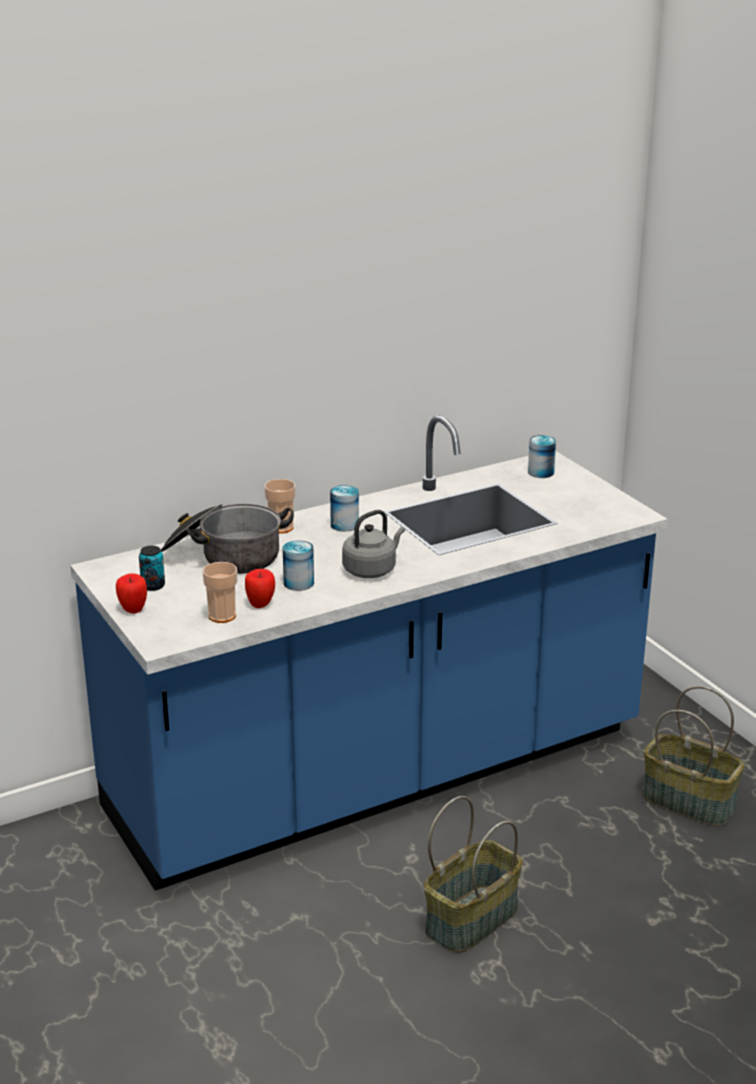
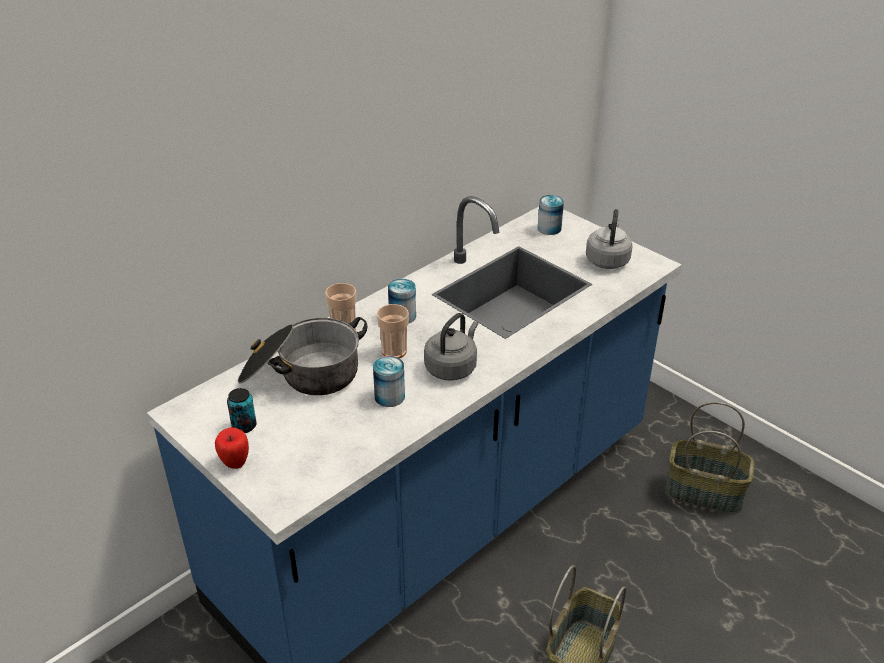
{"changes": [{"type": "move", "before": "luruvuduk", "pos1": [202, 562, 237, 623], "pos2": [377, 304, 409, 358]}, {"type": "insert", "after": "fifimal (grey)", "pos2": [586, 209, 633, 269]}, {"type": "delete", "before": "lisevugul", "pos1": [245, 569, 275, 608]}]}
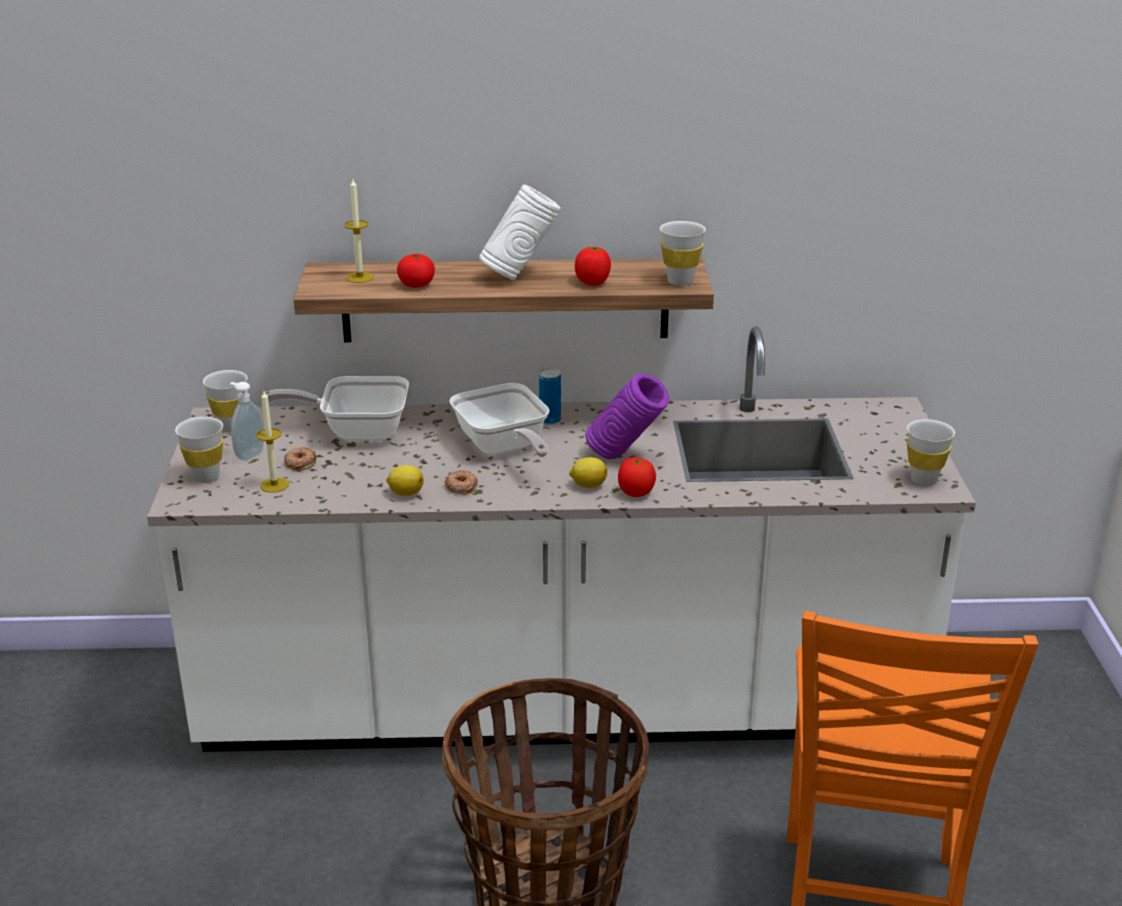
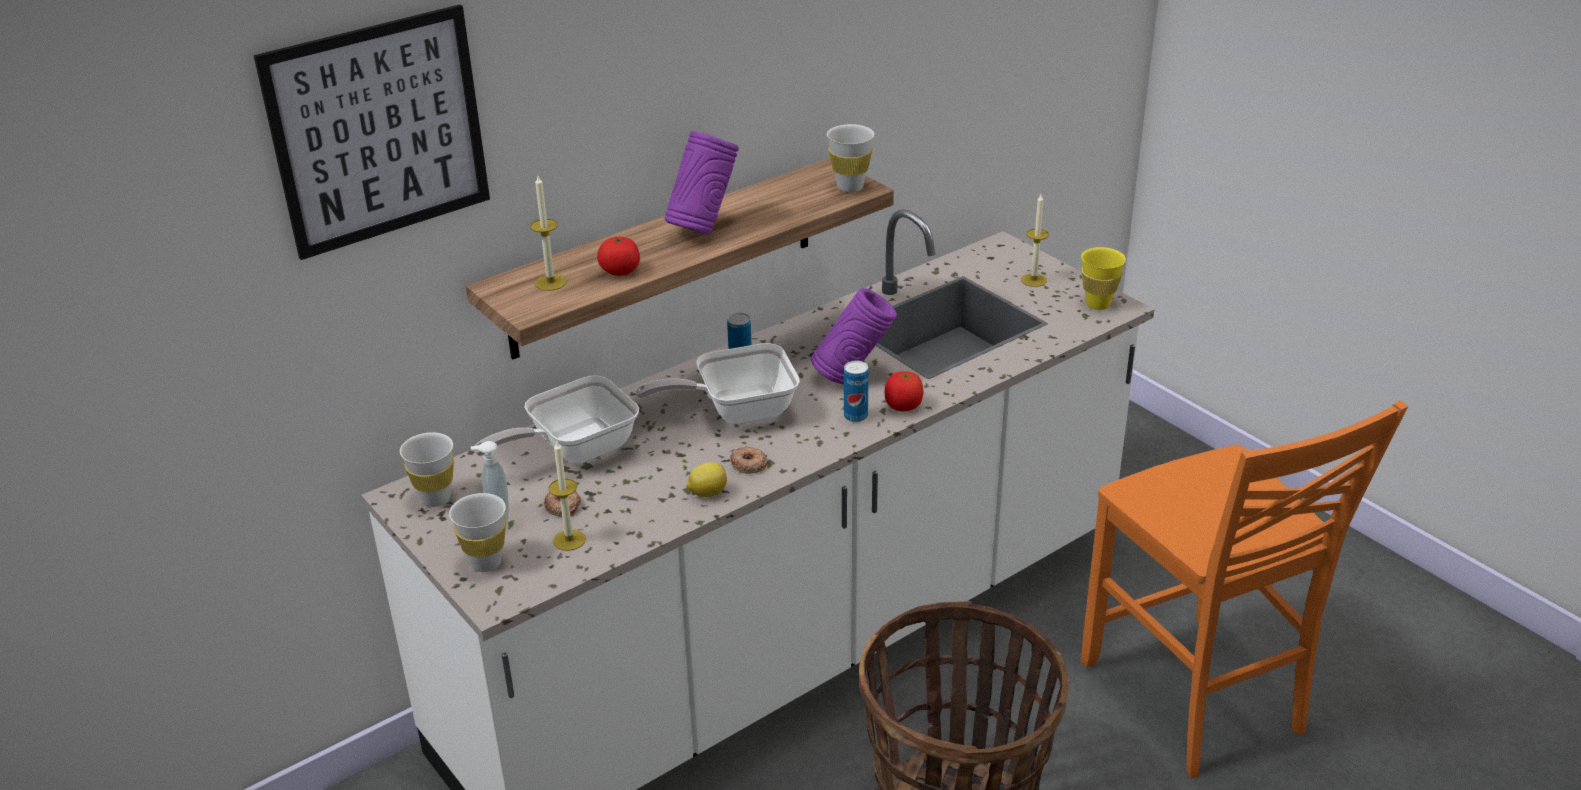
{"changes": [{"type": "insert", "after": "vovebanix", "pos2": [254, 4, 490, 260]}, {"type": "rotate", "before": "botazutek", "pos1": [449, 383, 550, 457], "pos2": [636, 343, 800, 424], "turn": 135}, {"type": "recolor", "before": "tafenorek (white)", "after": "tafenorek (purple)", "pos1": [479, 185, 561, 280], "pos2": [664, 131, 739, 235]}, {"type": "replace", "before": "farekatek", "after": "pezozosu", "pos1": [569, 457, 607, 488], "pos2": [844, 360, 869, 422]}, {"type": "insert", "after": "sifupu", "pos2": [1021, 194, 1049, 287]}, {"type": "recolor", "before": "luruvuduk (white)", "after": "luruvuduk (yellow)", "pos1": [907, 419, 955, 486], "pos2": [1081, 247, 1126, 310]}, {"type": "delete", "before": "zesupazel", "pos1": [575, 247, 611, 286]}]}
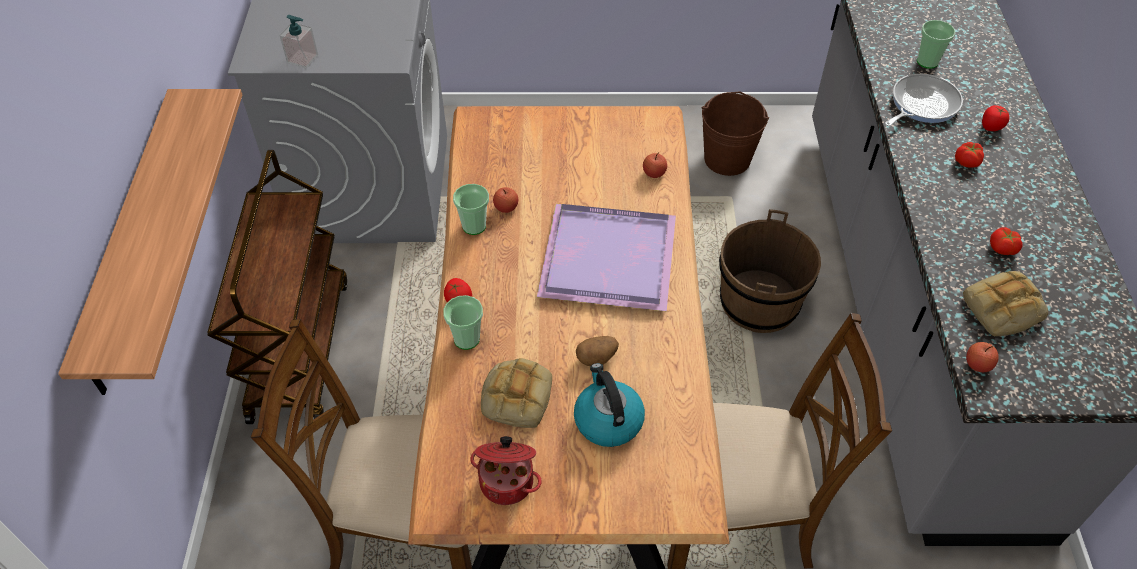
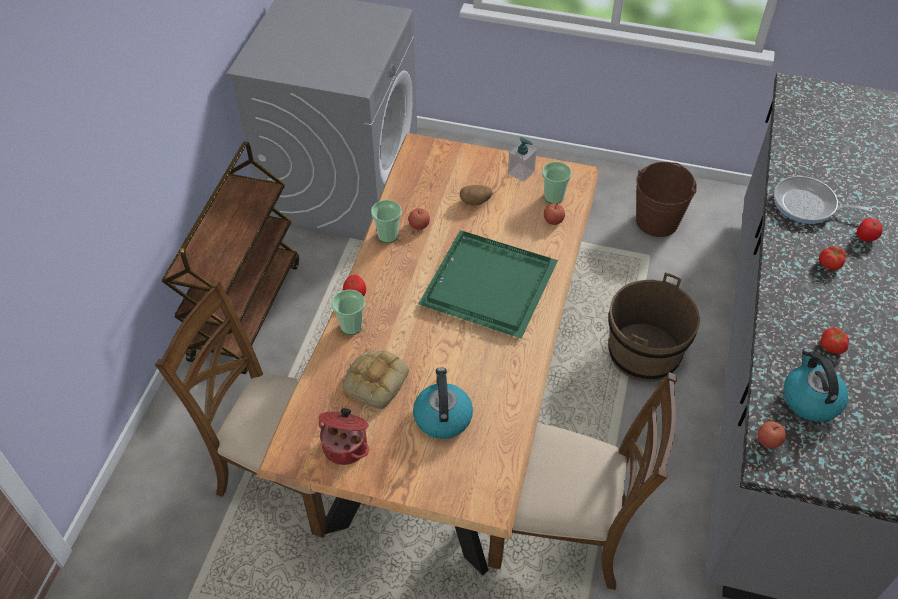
{"changes": [{"type": "recolor", "before": "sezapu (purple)", "after": "sezapu (green)", "pos1": [537, 204, 676, 311], "pos2": [419, 230, 558, 339]}, {"type": "move", "before": "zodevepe", "pos1": [576, 336, 619, 366], "pos2": [460, 185, 493, 206]}, {"type": "move", "before": "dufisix", "pos1": [279, 15, 318, 68], "pos2": [508, 137, 537, 182]}, {"type": "move", "before": "luruvuduk", "pos1": [917, 20, 956, 69], "pos2": [542, 162, 572, 204]}, {"type": "rotate", "before": "botazutek", "pos1": [885, 74, 963, 126], "pos2": [774, 176, 872, 224], "turn": -135}, {"type": "replace", "before": "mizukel", "after": "fifimal", "pos1": [963, 271, 1048, 336], "pos2": [784, 348, 848, 422]}, {"type": "delete", "before": "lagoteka", "pos1": [58, 89, 242, 395]}]}
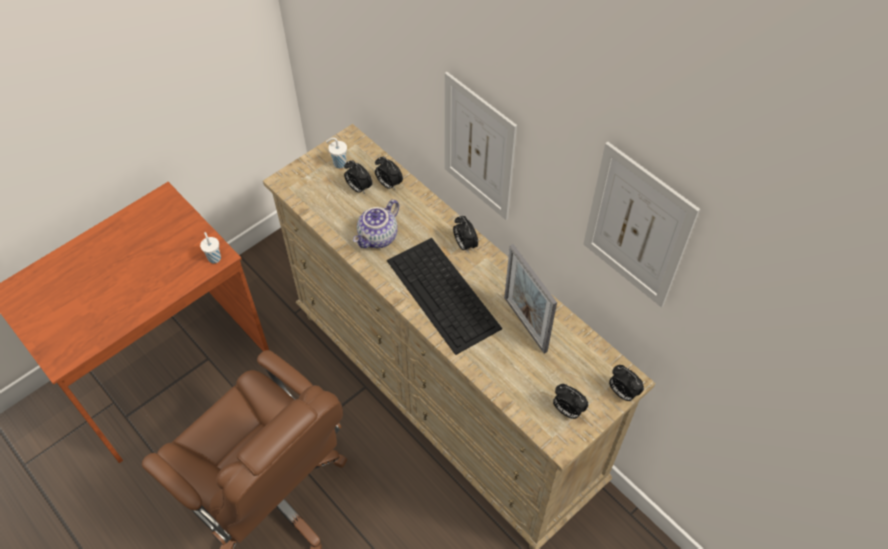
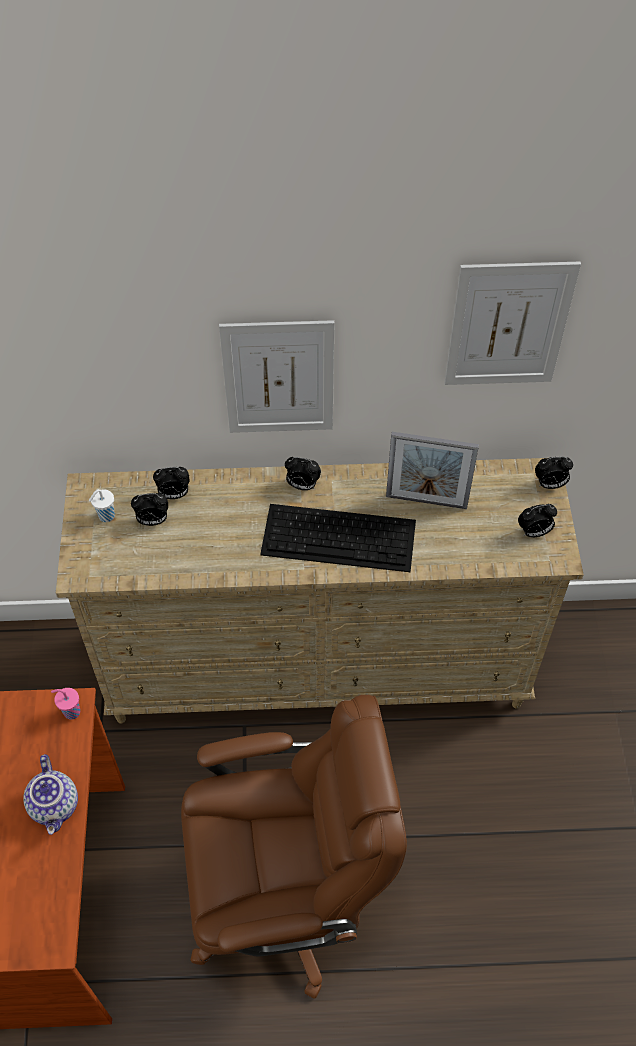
{"changes": [{"type": "move", "before": "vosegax", "pos1": [353, 200, 399, 248], "pos2": [23, 754, 78, 835]}, {"type": "recolor", "before": "luruvuduk (white)", "after": "luruvuduk (pink)", "pos1": [200, 232, 221, 264], "pos2": [51, 688, 80, 720]}]}
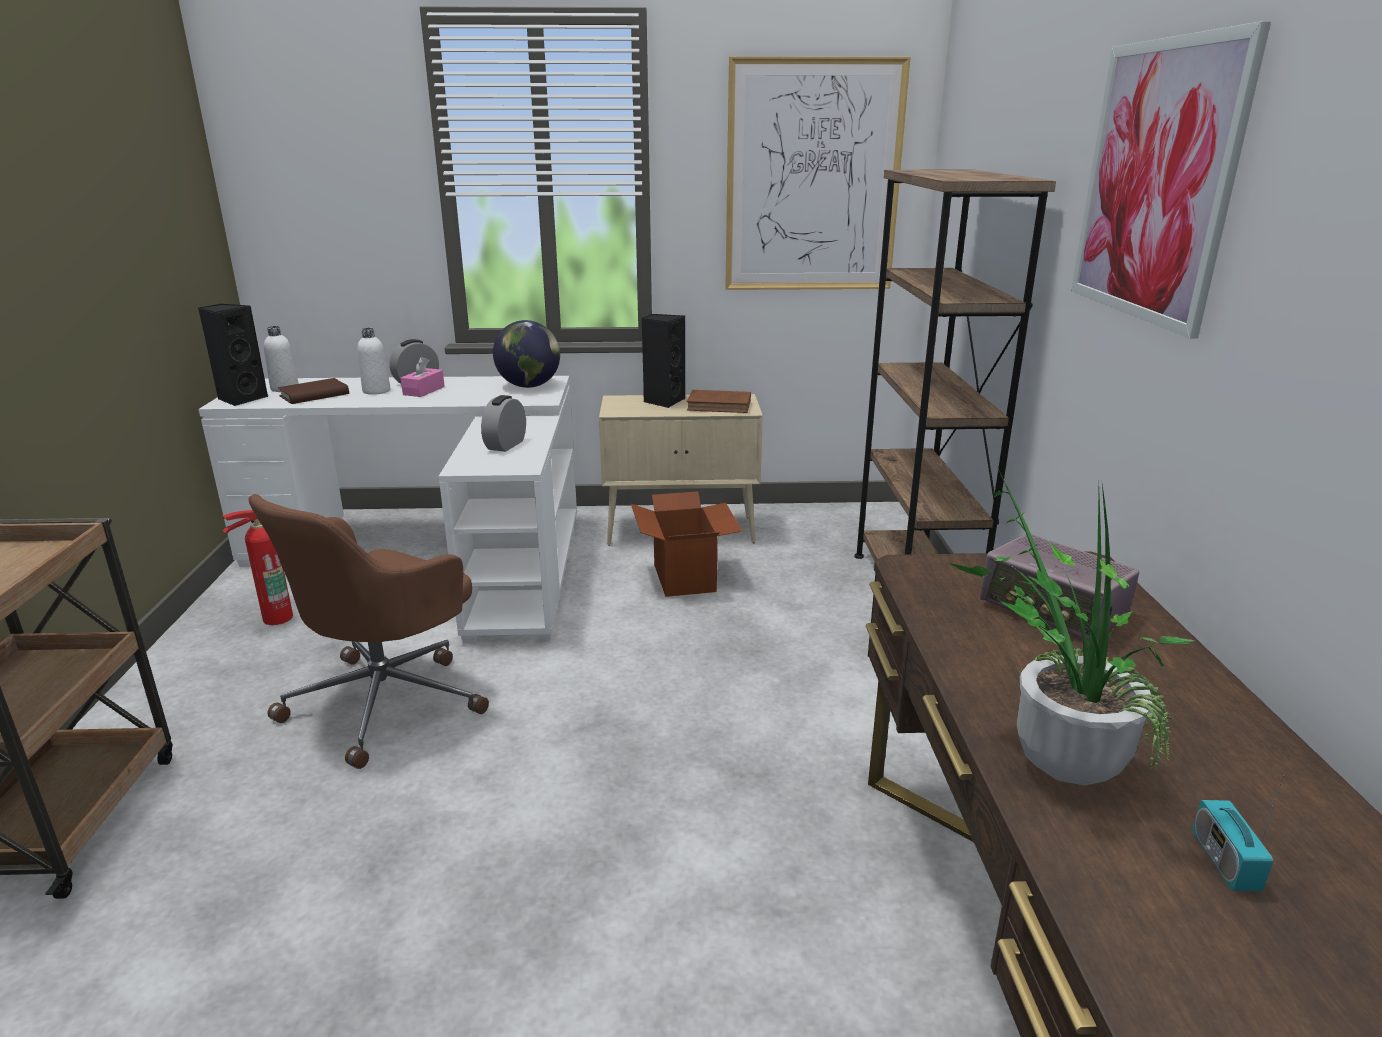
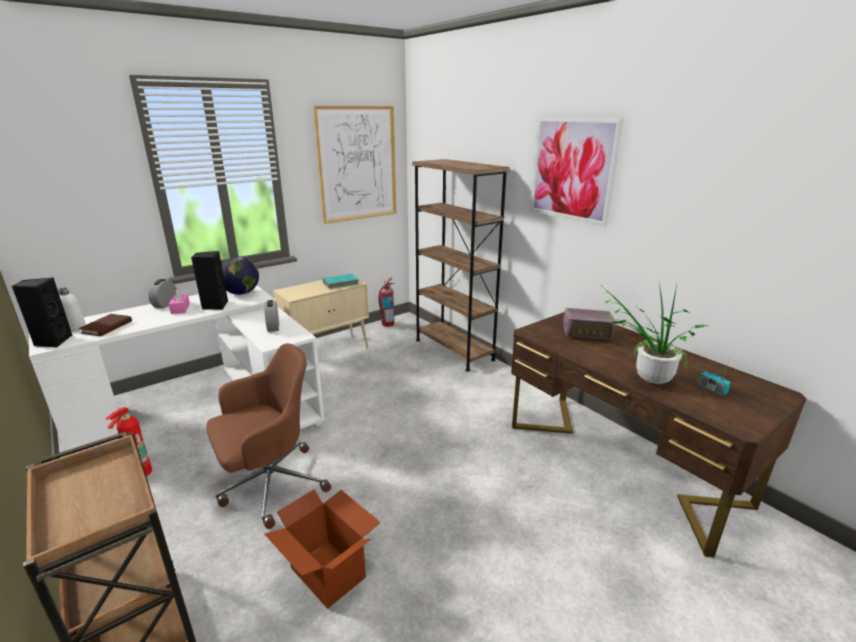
{"changes": [{"type": "move", "before": "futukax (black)", "pos1": [642, 314, 685, 408], "pos2": [191, 251, 228, 310]}, {"type": "rotate", "before": "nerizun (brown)", "pos1": [249, 494, 489, 769], "pos2": [206, 343, 331, 529], "turn": -120}, {"type": "move", "before": "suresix", "pos1": [631, 491, 742, 597], "pos2": [264, 489, 381, 609]}, {"type": "recolor", "before": "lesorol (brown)", "after": "lesorol (turquoise)", "pos1": [687, 390, 751, 413], "pos2": [323, 274, 359, 289]}, {"type": "insert", "after": "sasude", "pos2": [378, 278, 394, 327]}, {"type": "delete", "before": "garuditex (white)", "pos1": [357, 328, 390, 395]}]}
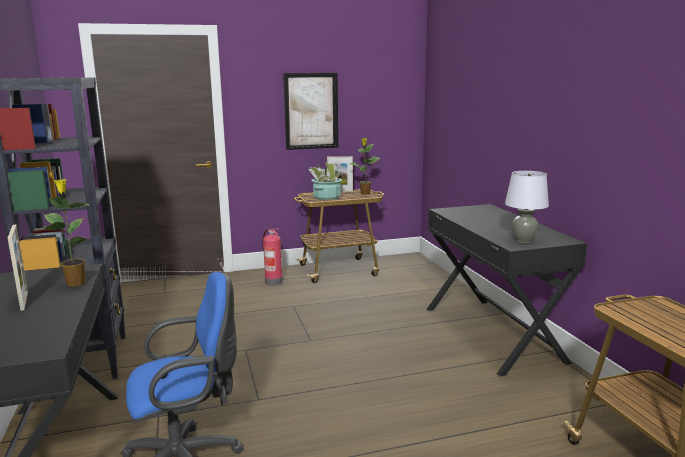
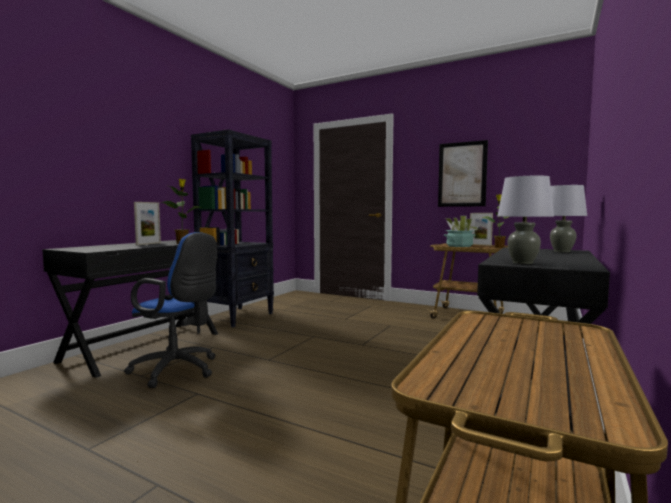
{"changes": [{"type": "insert", "after": "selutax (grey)", "pos2": [550, 185, 587, 252]}, {"type": "delete", "before": "sasude", "pos1": [263, 228, 283, 286]}]}
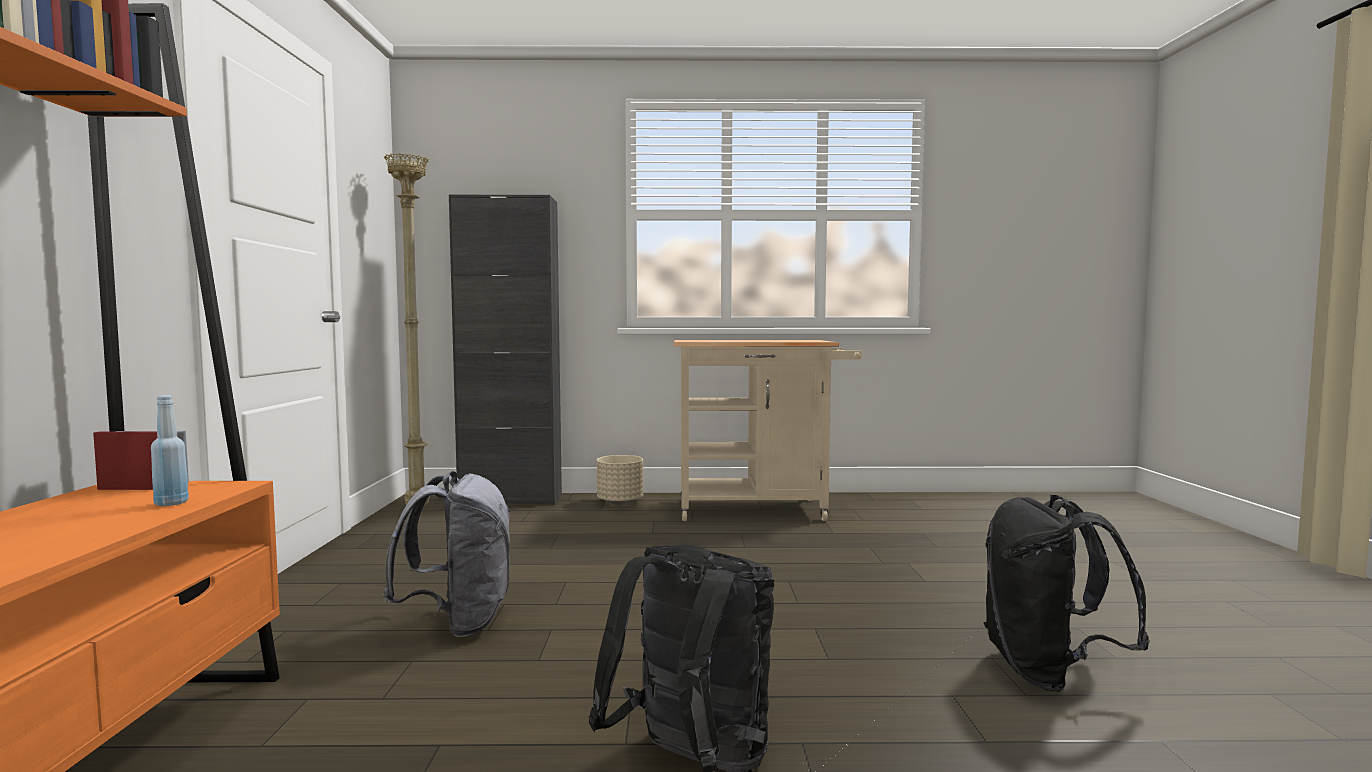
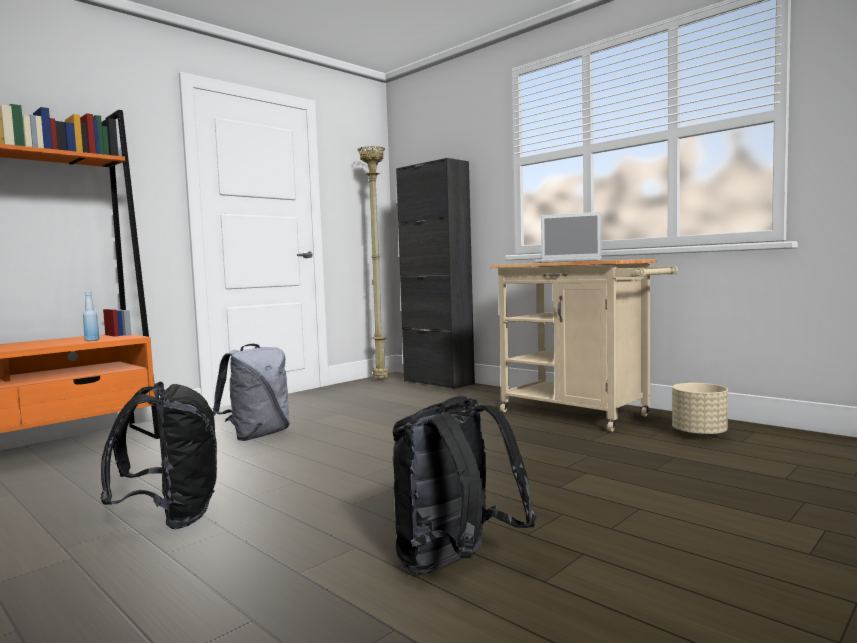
{"changes": [{"type": "insert", "after": "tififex", "pos2": [535, 212, 601, 263]}, {"type": "move", "before": "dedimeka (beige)", "pos1": [597, 455, 643, 505], "pos2": [672, 383, 728, 438]}]}
